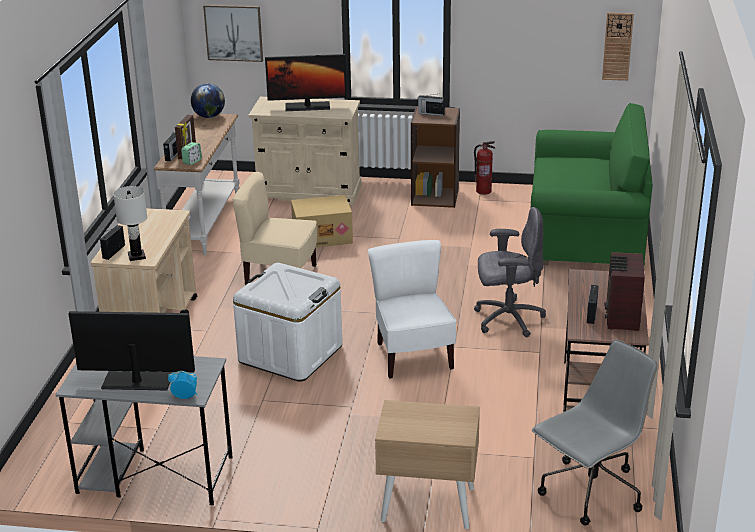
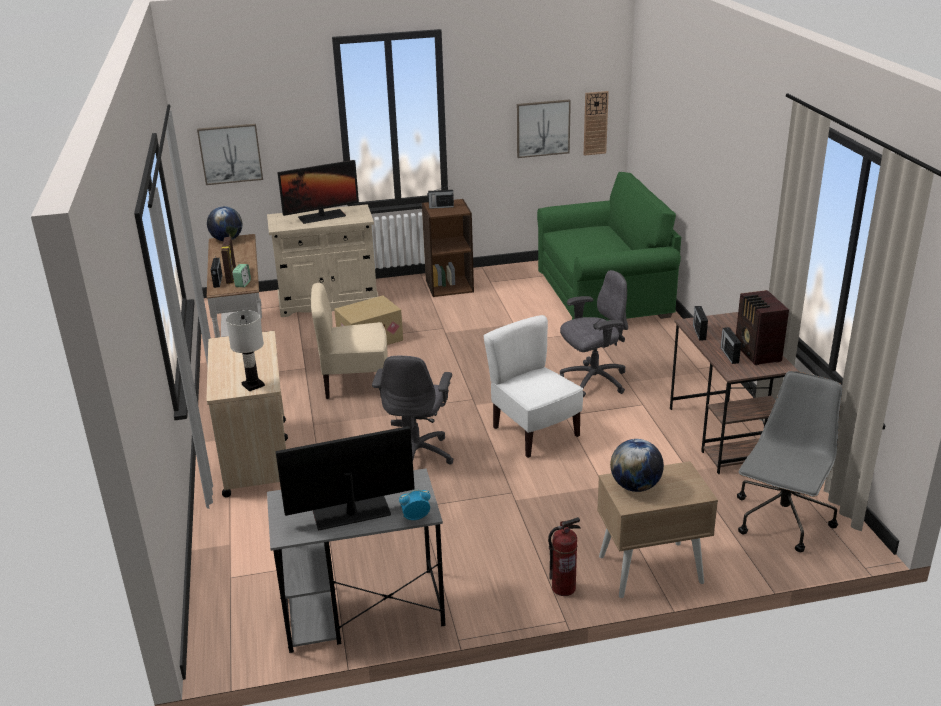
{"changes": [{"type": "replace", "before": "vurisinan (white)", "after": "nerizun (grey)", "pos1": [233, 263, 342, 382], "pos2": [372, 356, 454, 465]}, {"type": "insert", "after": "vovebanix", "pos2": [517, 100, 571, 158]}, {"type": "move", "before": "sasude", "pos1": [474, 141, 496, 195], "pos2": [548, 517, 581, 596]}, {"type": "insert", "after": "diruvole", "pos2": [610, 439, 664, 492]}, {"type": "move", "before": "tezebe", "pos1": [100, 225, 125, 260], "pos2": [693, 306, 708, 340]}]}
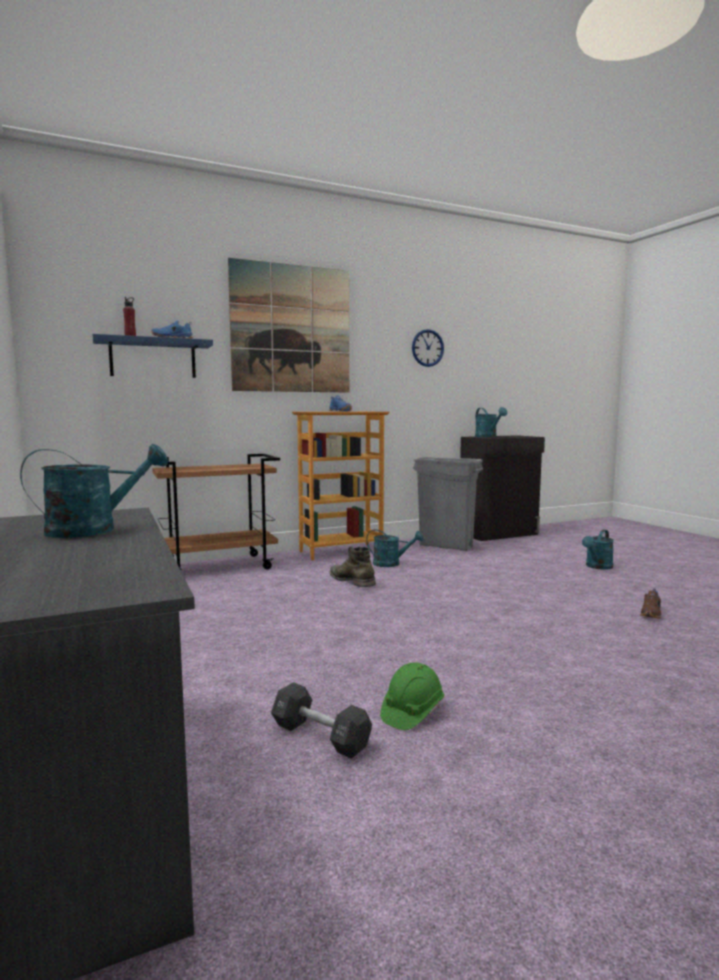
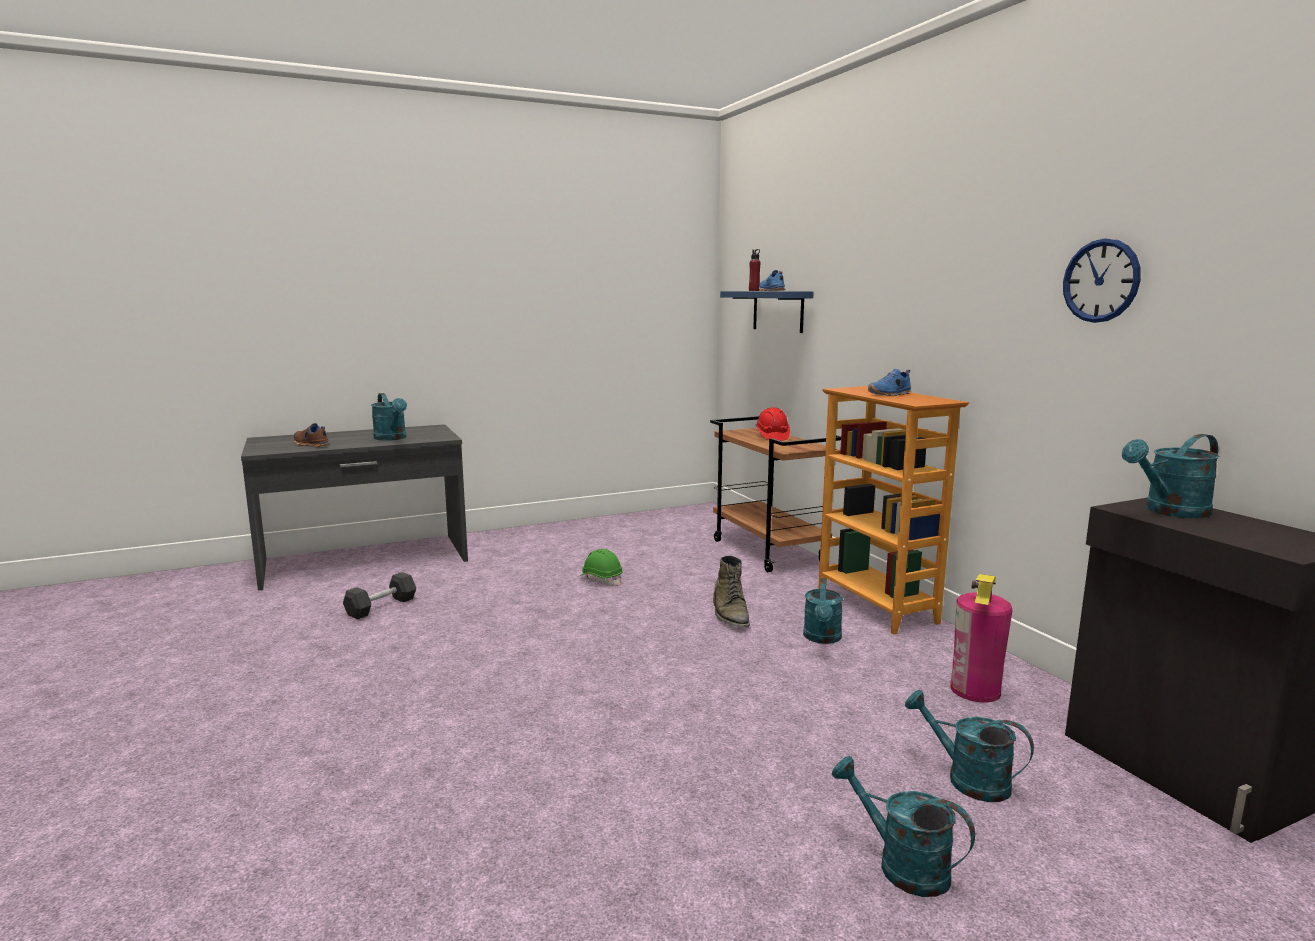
{"changes": [{"type": "move", "before": "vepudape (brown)", "pos1": [640, 588, 662, 619], "pos2": [294, 423, 330, 447]}, {"type": "move", "before": "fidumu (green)", "pos1": [380, 663, 444, 730], "pos2": [578, 549, 623, 585]}, {"type": "rotate", "before": "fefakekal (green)", "pos1": [329, 546, 376, 587], "pos2": [713, 555, 750, 627], "turn": 120}, {"type": "insert", "after": "fidumu (red)", "pos2": [756, 407, 790, 441]}, {"type": "insert", "after": "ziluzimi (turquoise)", "pos2": [905, 690, 1034, 802]}, {"type": "replace", "before": "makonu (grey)", "after": "sasude", "pos1": [413, 457, 483, 551], "pos2": [950, 574, 1013, 703]}, {"type": "delete", "before": "vovebanix", "pos1": [228, 258, 349, 392]}]}
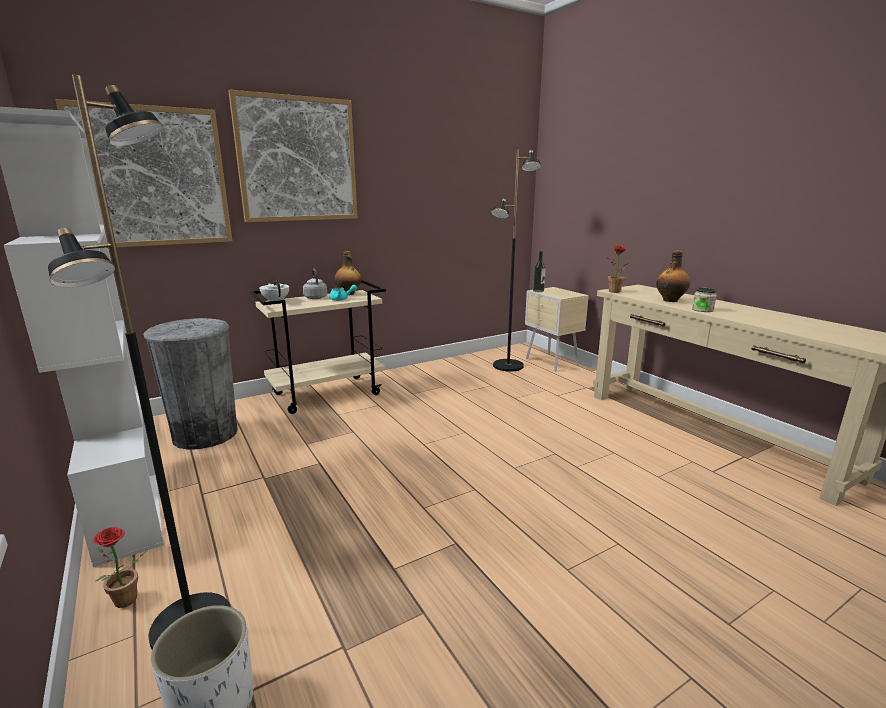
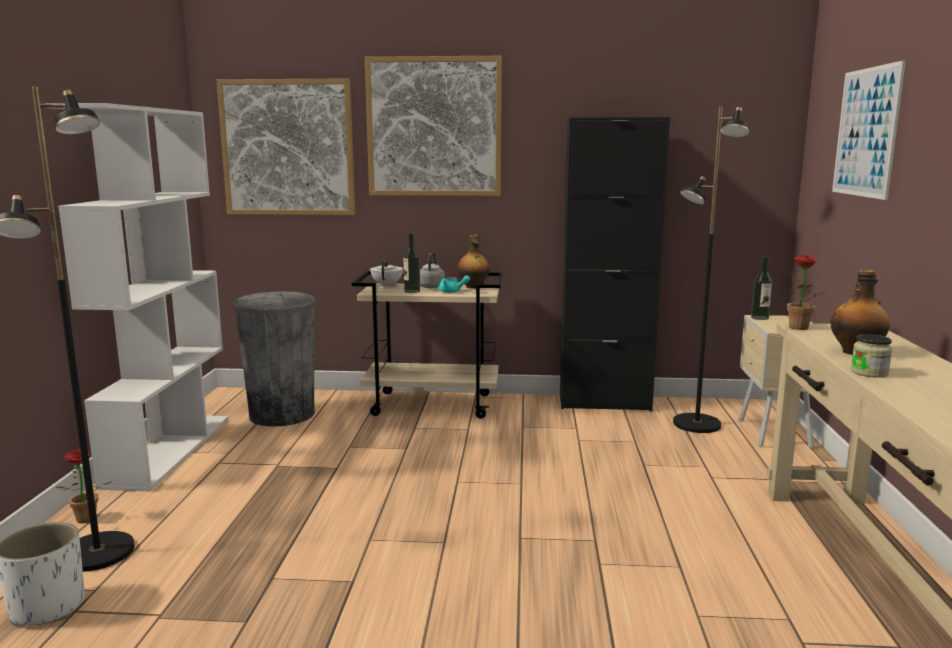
{"changes": [{"type": "insert", "after": "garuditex", "pos2": [404, 233, 420, 293]}, {"type": "insert", "after": "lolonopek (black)", "pos2": [560, 117, 670, 411]}, {"type": "insert", "after": "vovebanix", "pos2": [832, 60, 906, 200]}]}
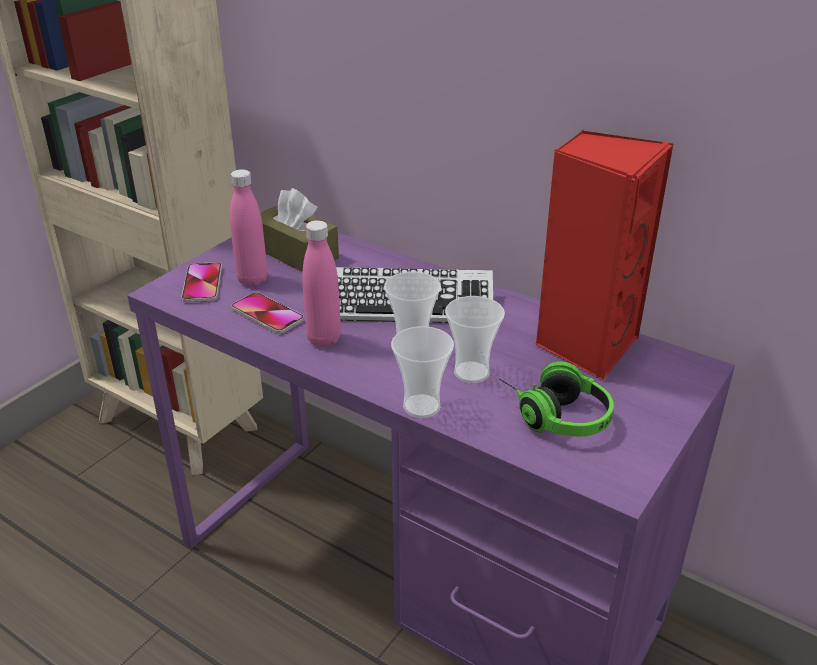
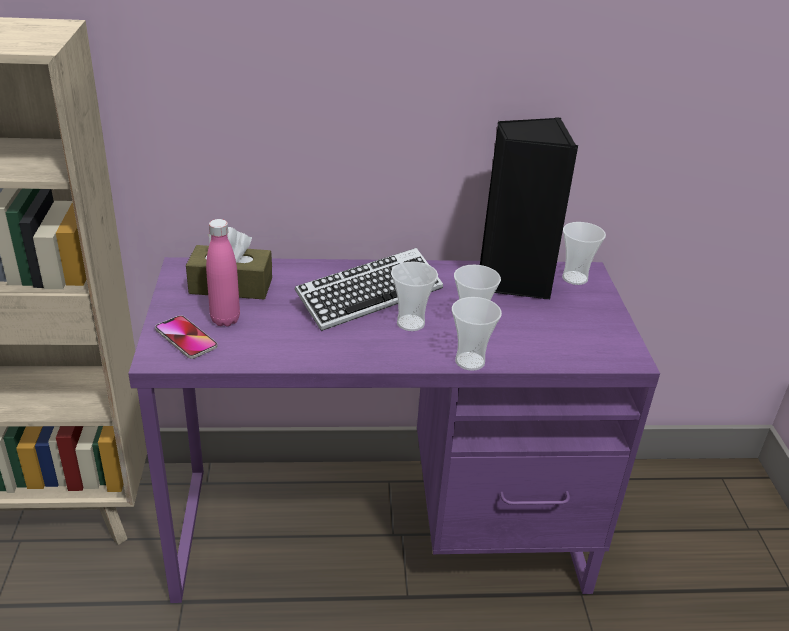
{"changes": [{"type": "recolor", "before": "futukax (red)", "after": "futukax (black)", "pos1": [535, 130, 673, 380], "pos2": [480, 118, 578, 299]}, {"type": "insert", "after": "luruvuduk", "pos2": [562, 222, 606, 285]}, {"type": "delete", "before": "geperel", "pos1": [231, 292, 304, 334]}, {"type": "delete", "before": "garuditex (pink)", "pos1": [302, 220, 341, 347]}, {"type": "delete", "before": "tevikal", "pos1": [499, 361, 614, 436]}]}
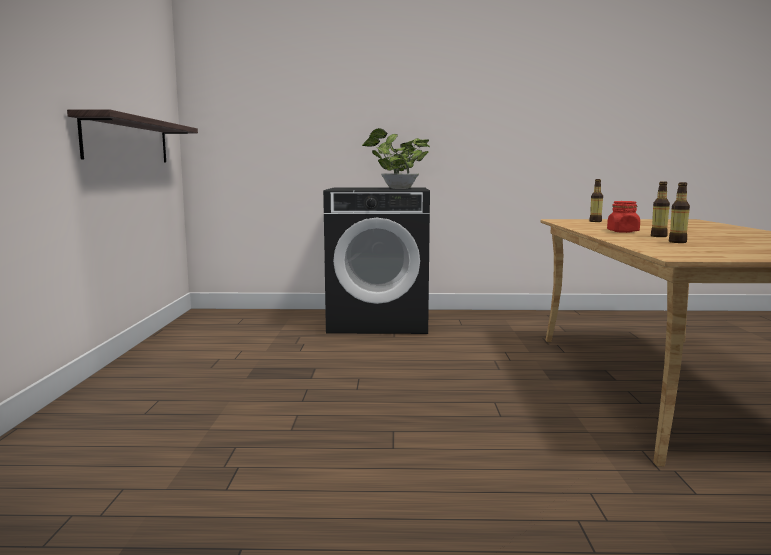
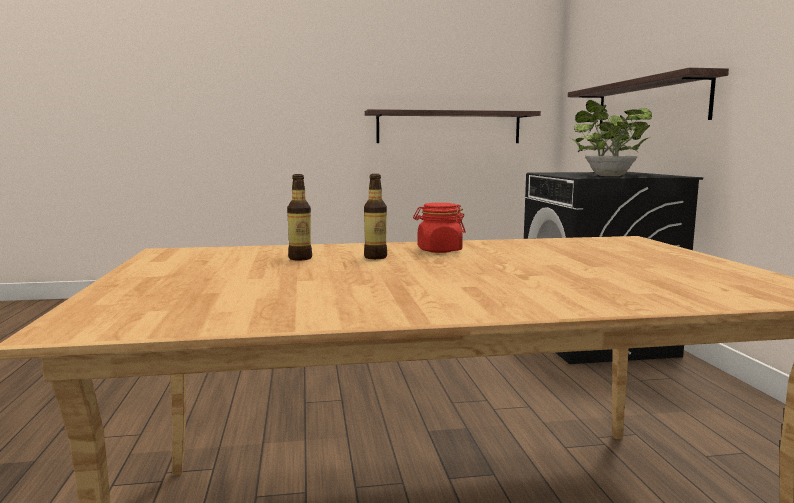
{"changes": [{"type": "insert", "after": "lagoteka", "pos2": [568, 68, 729, 124]}, {"type": "delete", "before": "garuditex", "pos1": [589, 179, 603, 222]}]}
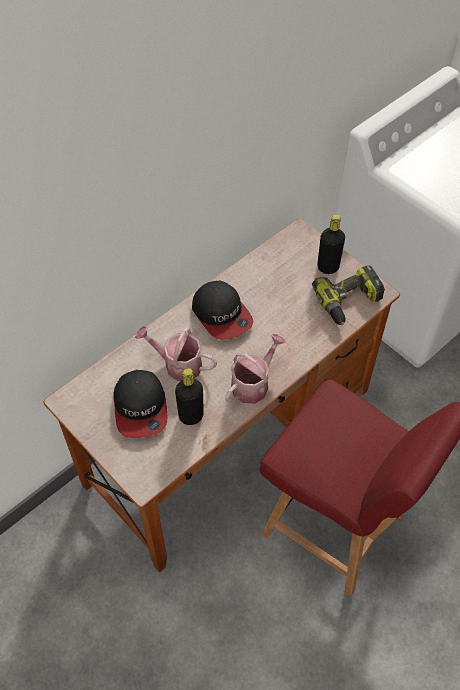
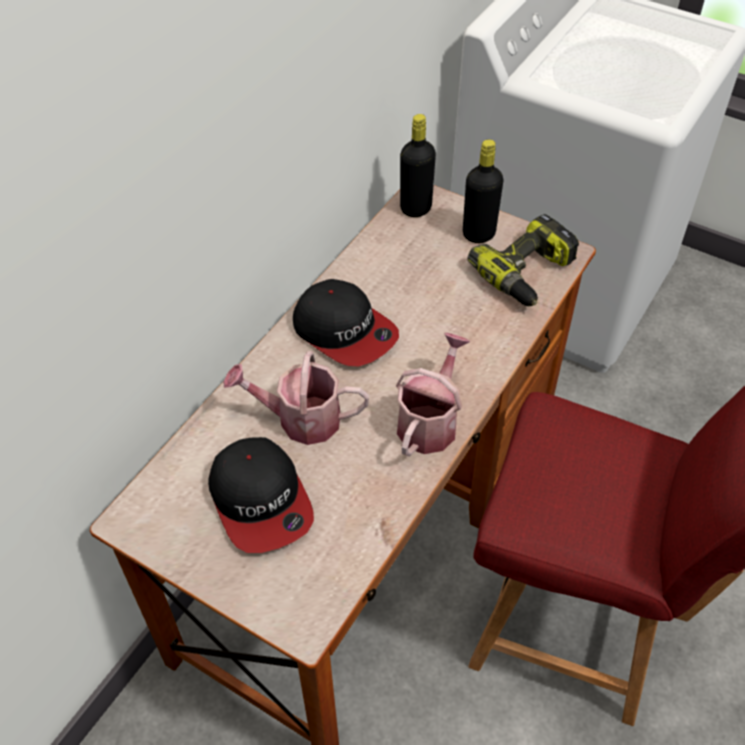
{"changes": [{"type": "move", "before": "garuditex (black)", "pos1": [175, 368, 204, 425], "pos2": [400, 114, 436, 217]}]}
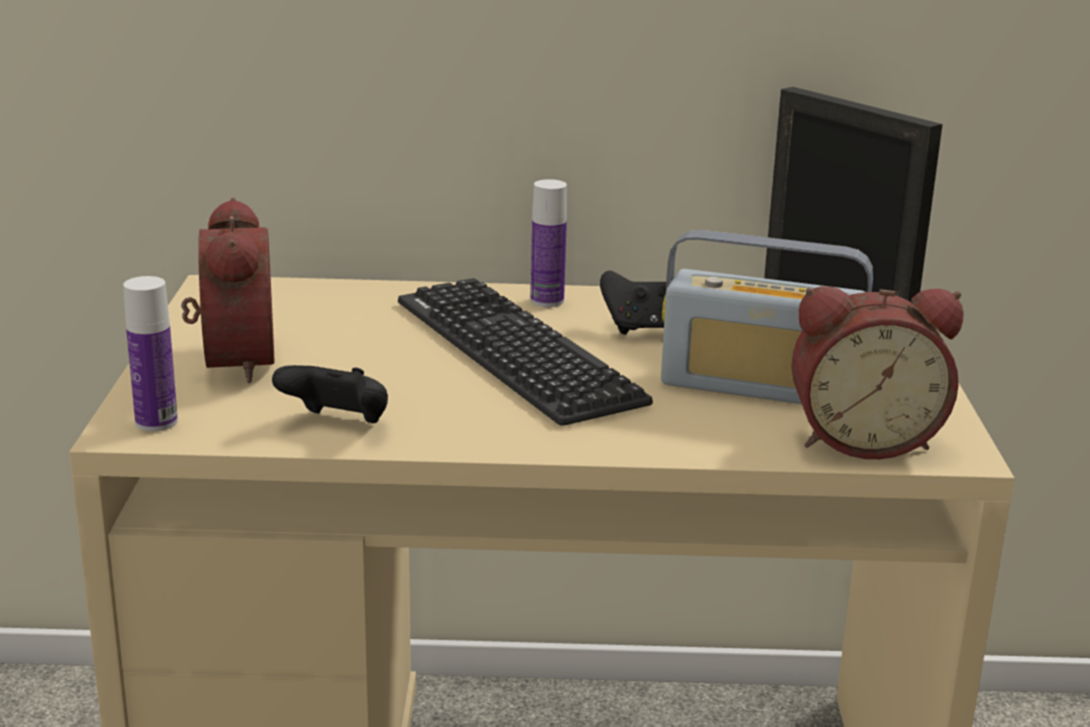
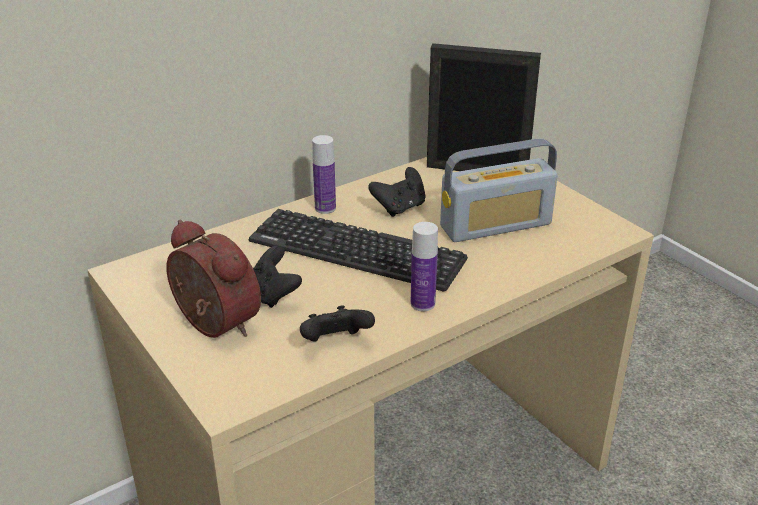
{"changes": [{"type": "insert", "after": "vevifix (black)", "pos2": [253, 245, 302, 308]}, {"type": "move", "before": "garuditex", "pos1": [123, 276, 178, 431], "pos2": [411, 222, 438, 311]}, {"type": "delete", "before": "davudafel", "pos1": [791, 286, 964, 459]}]}
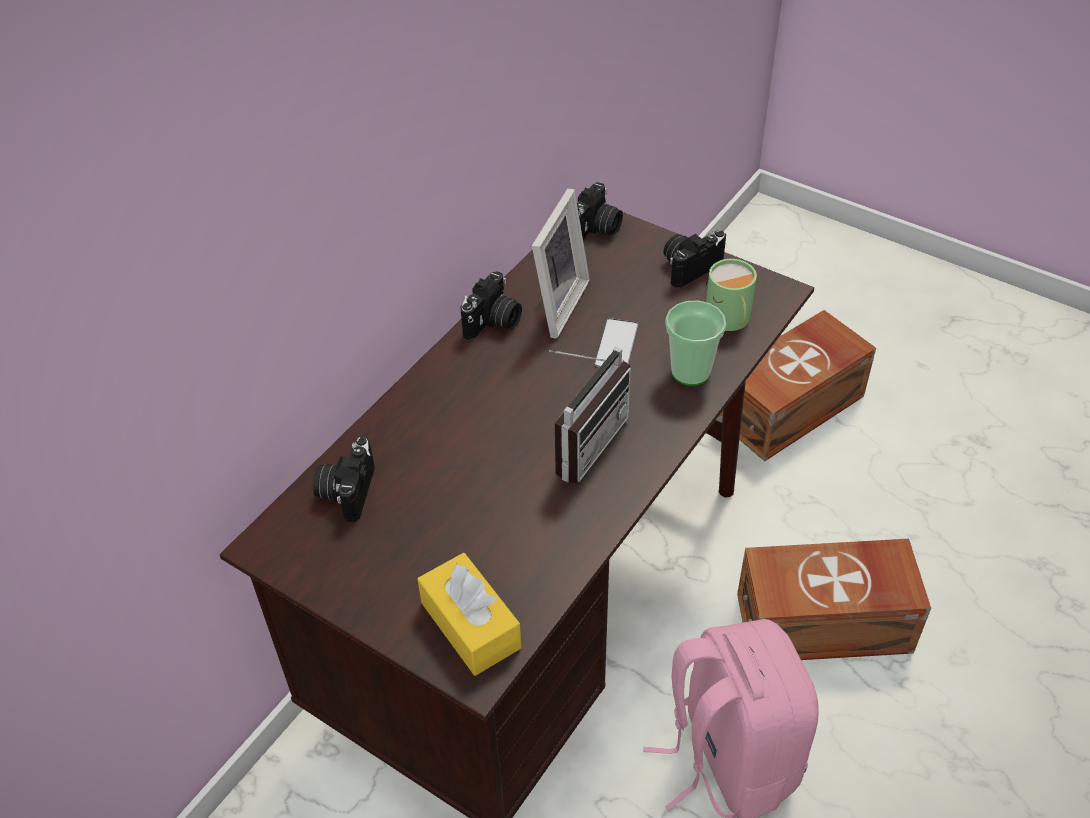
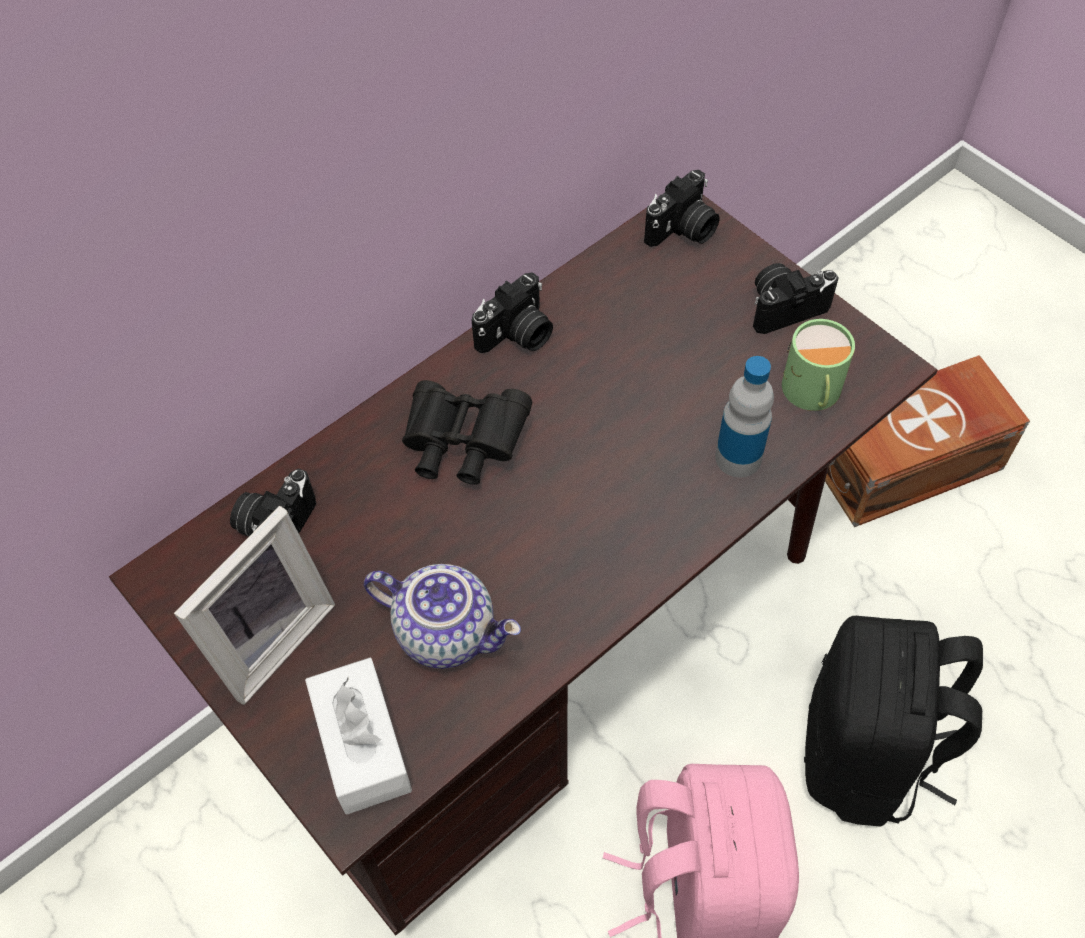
{"changes": [{"type": "move", "before": "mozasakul", "pos1": [532, 188, 590, 339], "pos2": [174, 506, 335, 705]}, {"type": "recolor", "before": "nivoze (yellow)", "after": "nivoze (white)", "pos1": [417, 553, 521, 676], "pos2": [305, 658, 412, 814]}, {"type": "insert", "after": "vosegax", "pos2": [364, 564, 521, 669]}, {"type": "insert", "after": "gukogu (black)", "pos2": [402, 380, 532, 485]}, {"type": "replace", "before": "luruvuduk", "after": "garuditex", "pos1": [665, 300, 726, 386], "pos2": [715, 356, 774, 477]}, {"type": "replace", "before": "vurisinan (brown)", "after": "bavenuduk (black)", "pos1": [737, 539, 931, 660], "pos2": [804, 616, 983, 827]}, {"type": "delete", "before": "tezebe", "pos1": [549, 347, 631, 484]}, {"type": "delete", "before": "geperel", "pos1": [595, 318, 638, 367]}]}
